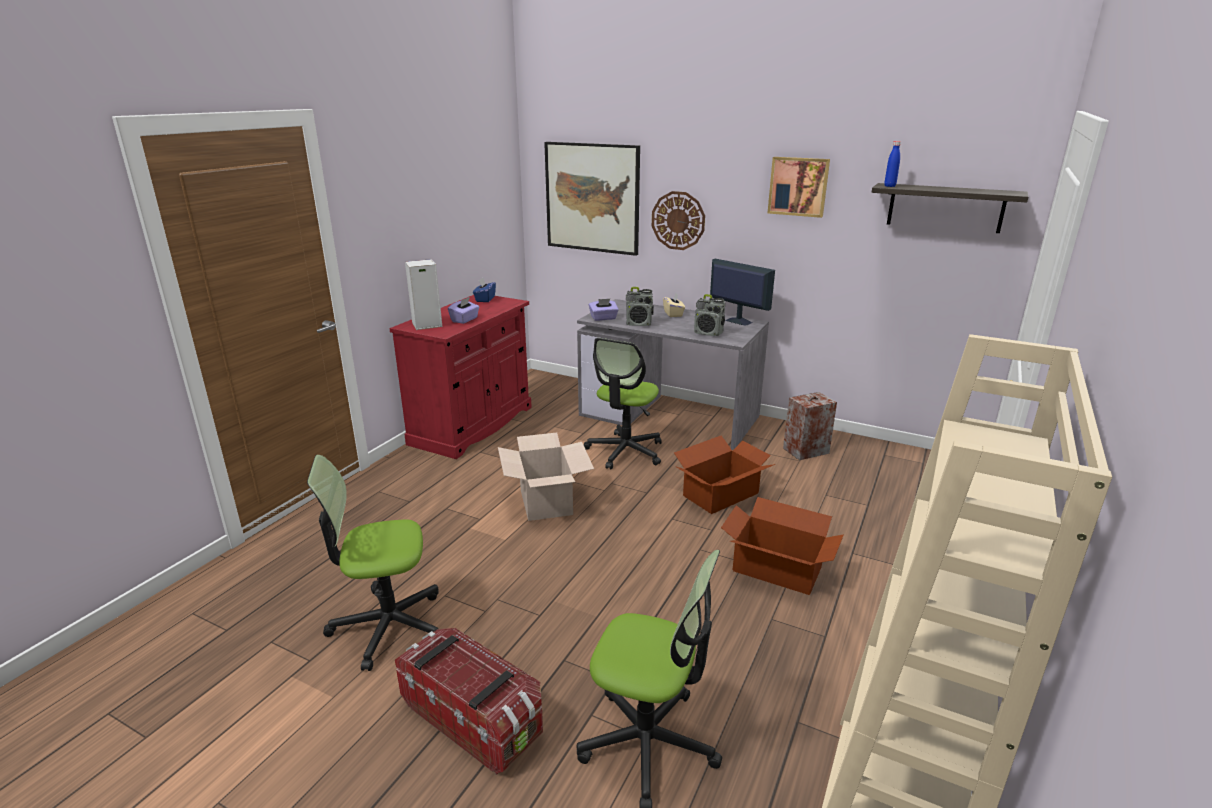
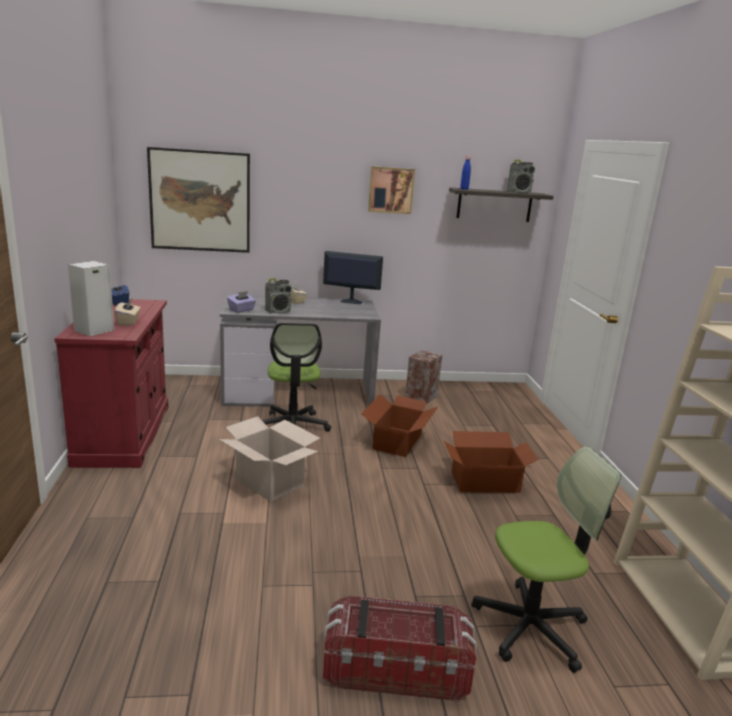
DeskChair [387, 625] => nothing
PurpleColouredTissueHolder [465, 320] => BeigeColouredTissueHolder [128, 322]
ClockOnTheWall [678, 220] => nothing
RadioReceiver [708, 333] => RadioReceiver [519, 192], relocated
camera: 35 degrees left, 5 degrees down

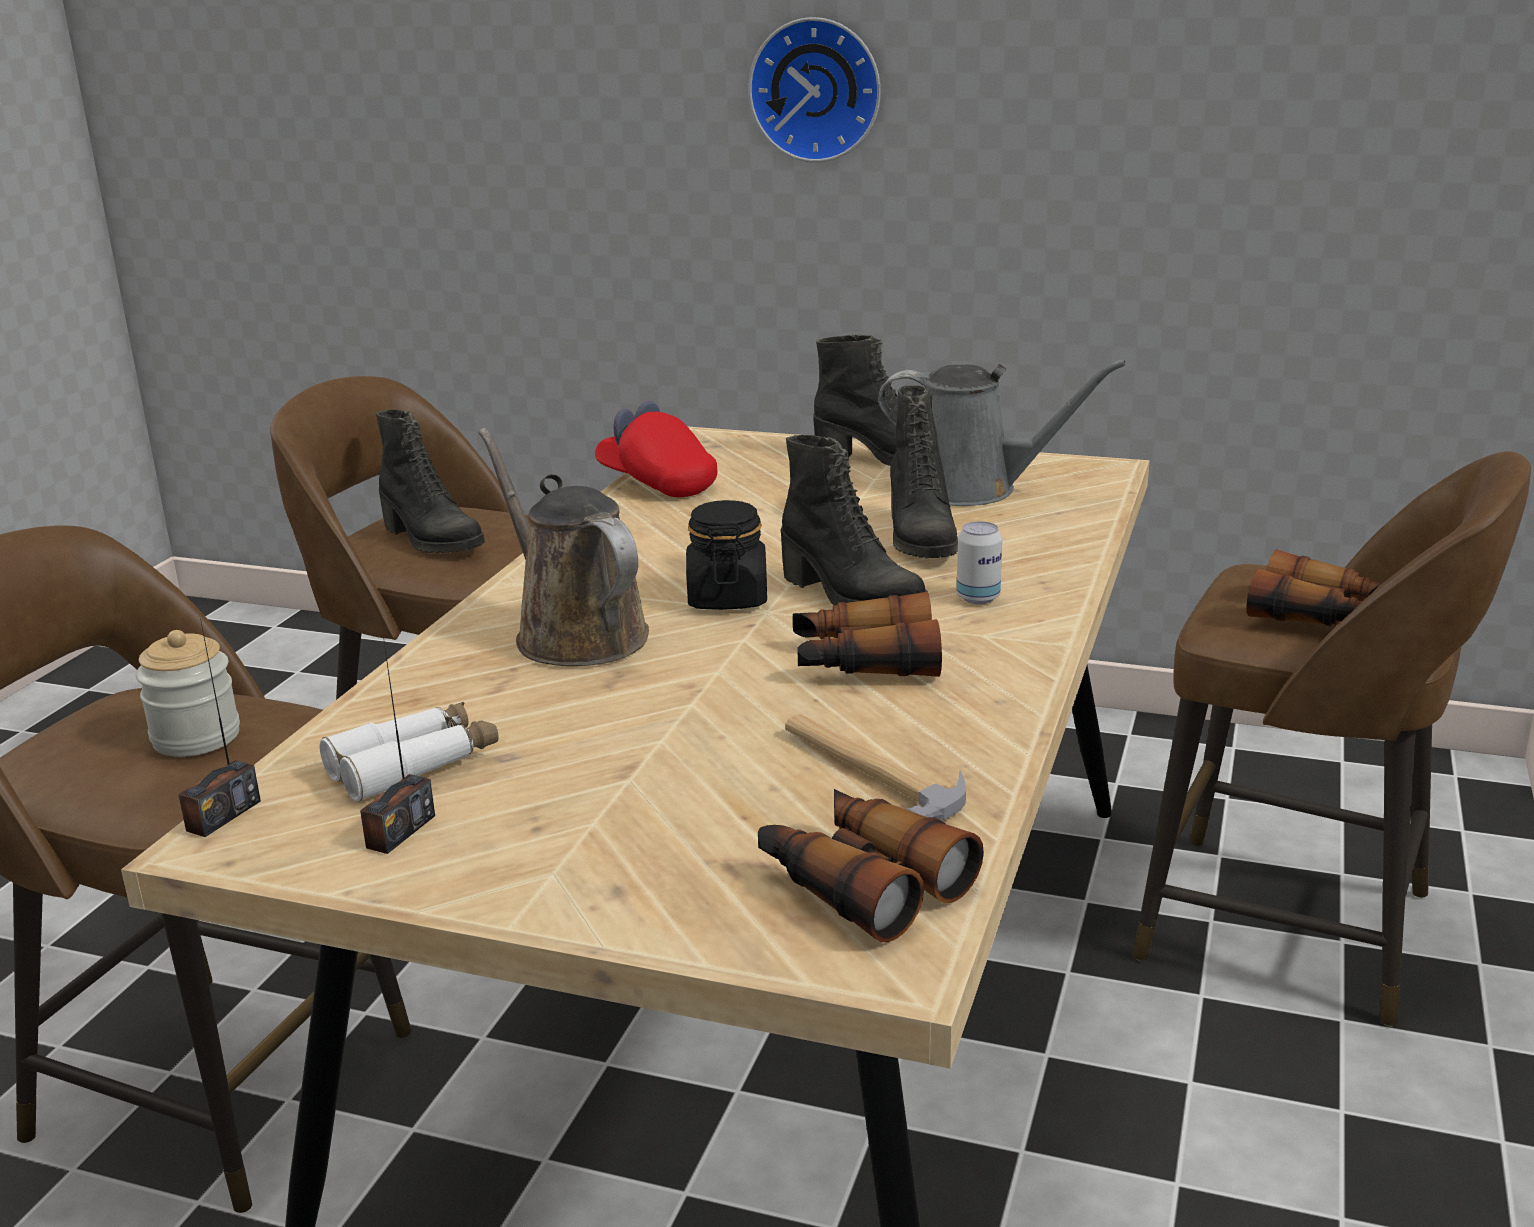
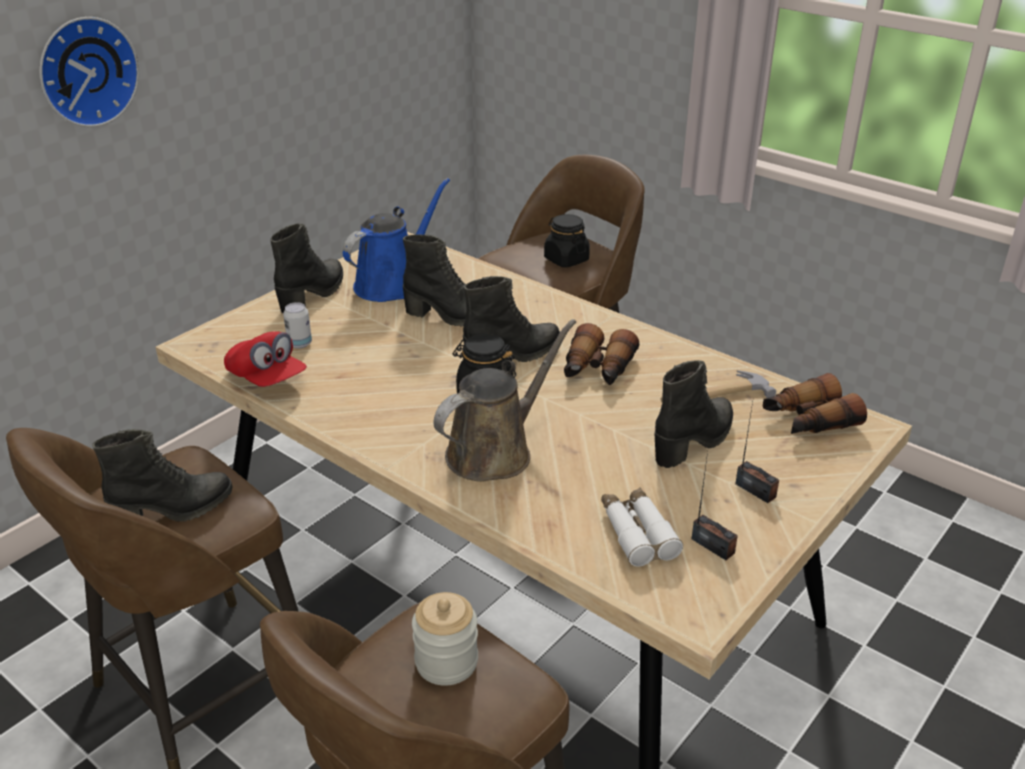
RadioReceiver [223, 815] => RadioReceiver [755, 490], relocated
BrownishWateringCan [574, 633] => BrownishWateringCan [495, 451], 150 degrees clockwise
ReddishBaseballCap [657, 484] => ReddishBaseballCap [267, 378], 105 degrees counterclockwise
GreyishWateringCan [972, 488] => BluishWateringCan [392, 283]
MetalCan [978, 598] => MetalCan [299, 344], relocated
Binoculars [1320, 616] => BlackishPreserveJar [566, 259]
nothing => BlackishHighTopBoot [694, 441]
camera: 70 degrees left, 10 degrees up

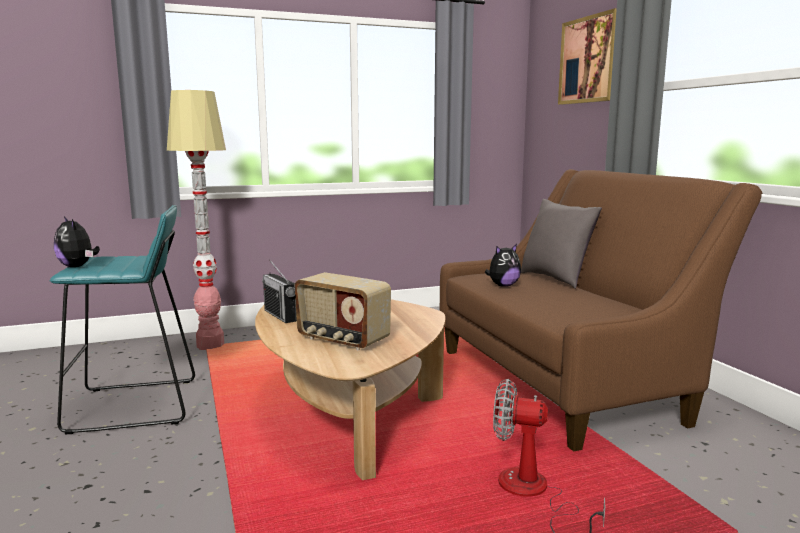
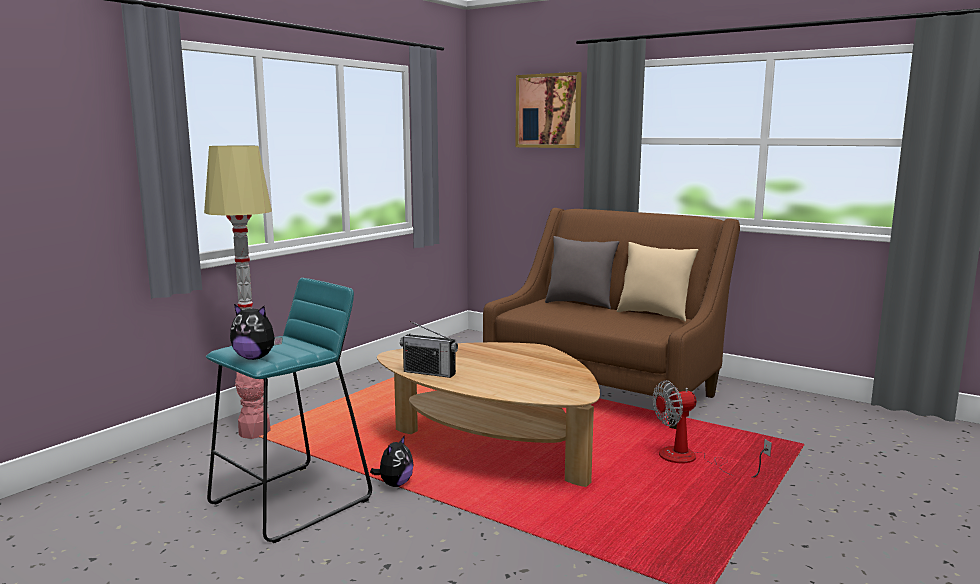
RadioReceiver [342, 340] => nothing
CuddlyToy [503, 285] => CuddlyToy [395, 484], relocated
nothing => BeigeColouredCushion [654, 314]
camera: 35 degrees left, 0 degrees up

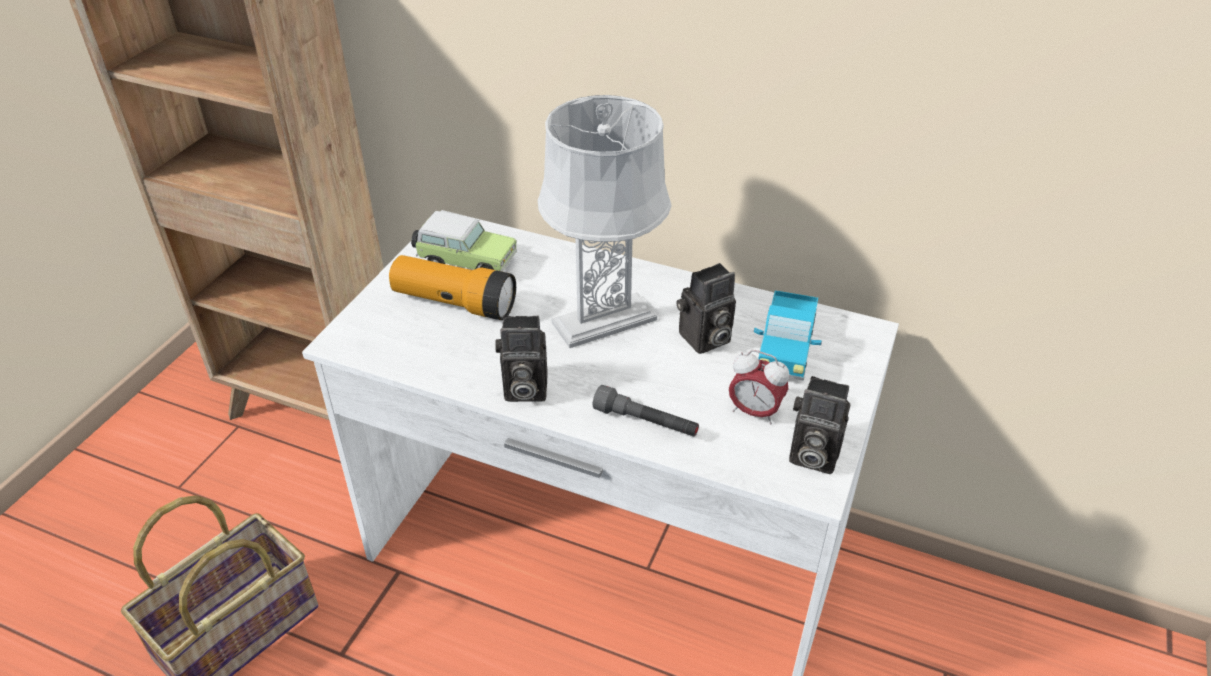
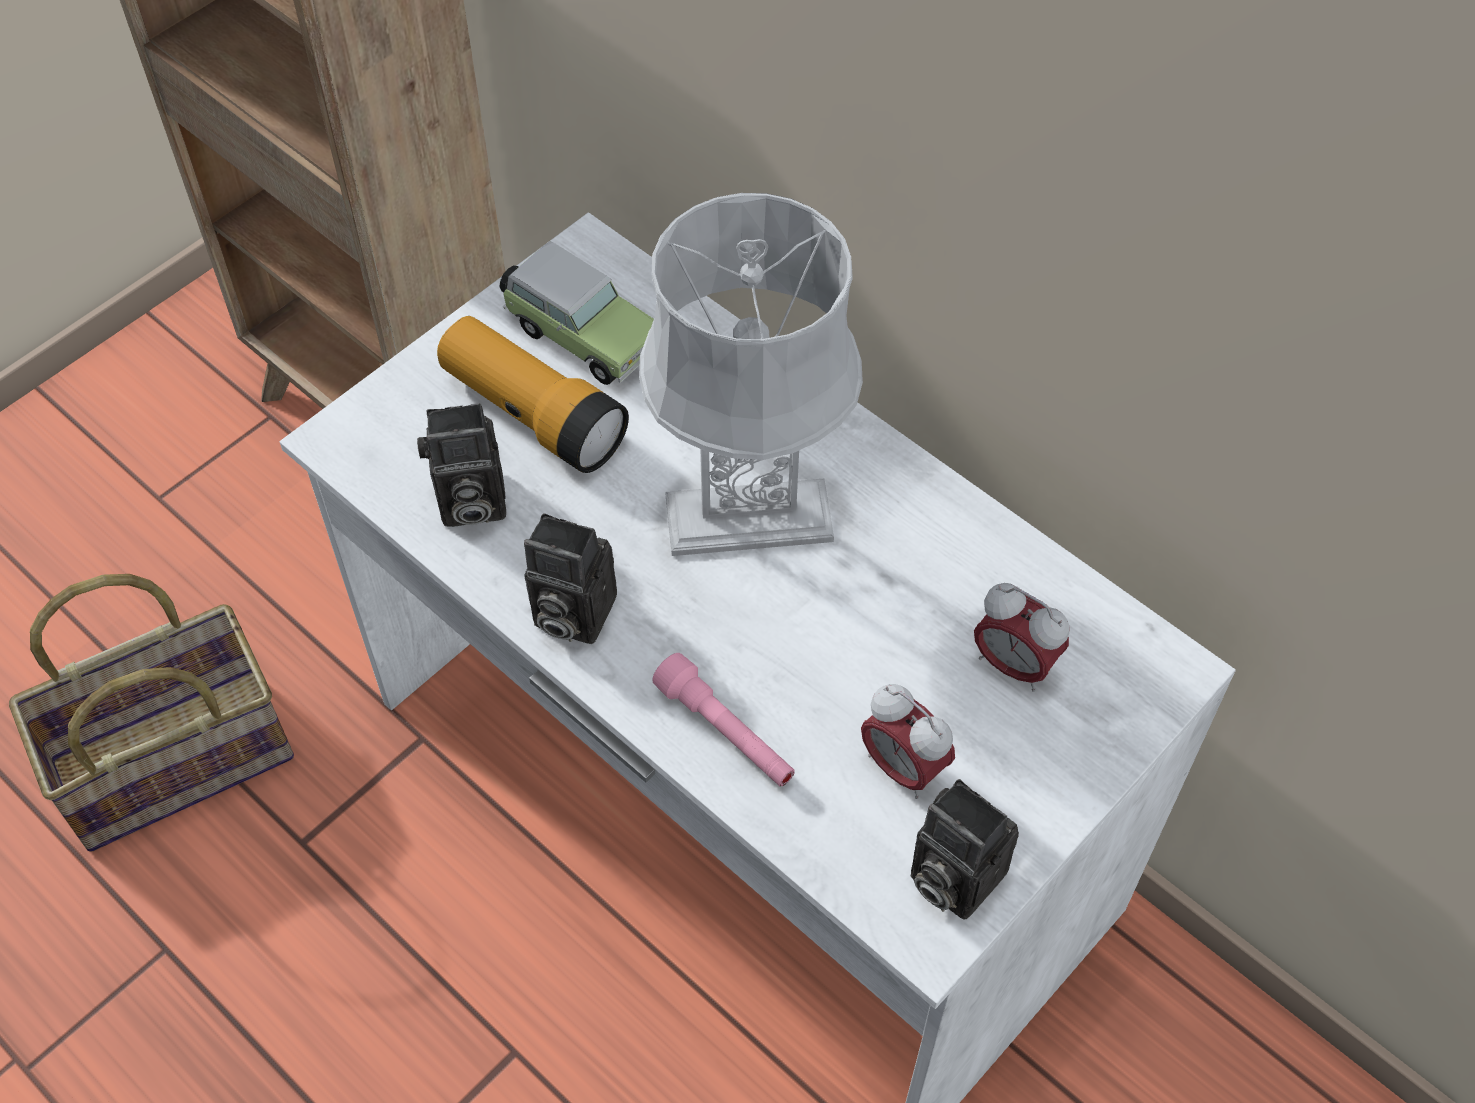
GreyishHandTorch [646, 422] => PinkColouredHandTorch [726, 732]
StillCamera [704, 340] => StillCamera [468, 503], relocated
ToyTruck [785, 350] => AlarmClock [1013, 665]
camera: 20 degrees right, 15 degrees up

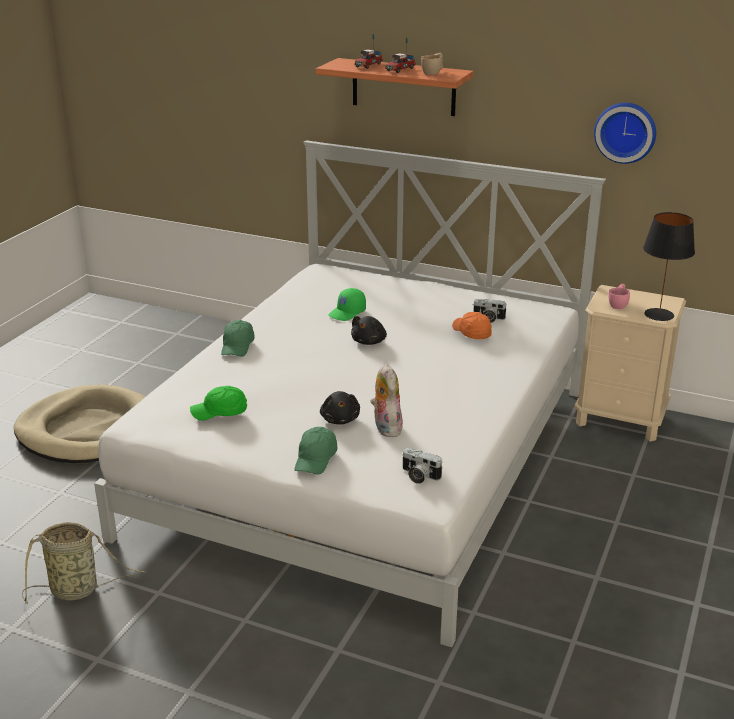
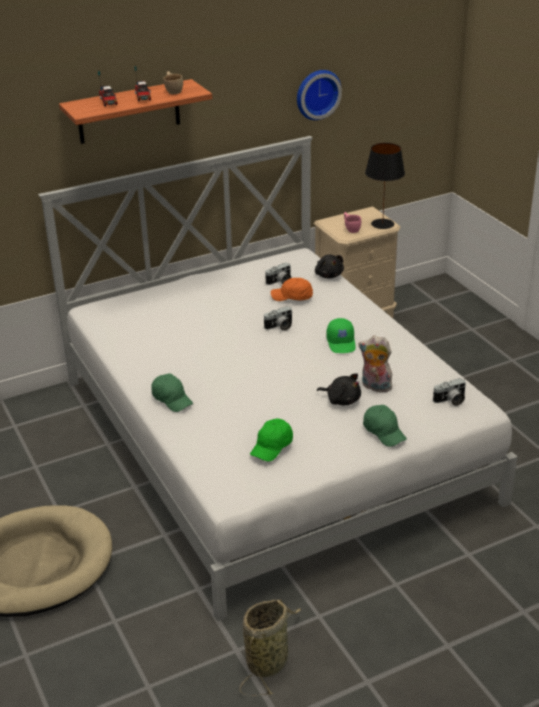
GreenishBaseballCap [347, 313] => GreenishBaseballCap [342, 343], relocated
BlackishCuddlyToy [369, 341] => BlackishCuddlyToy [328, 275], relocated
nothing => StillCamera [280, 327]
camera: 50 degrees left, 5 degrees up

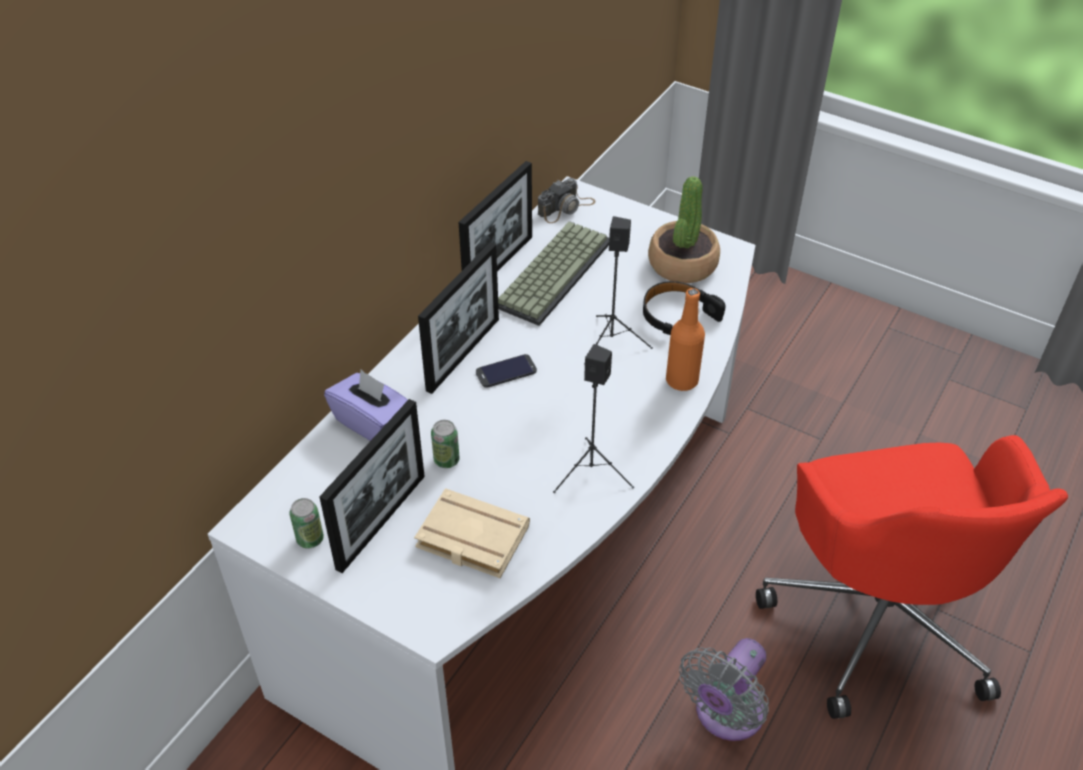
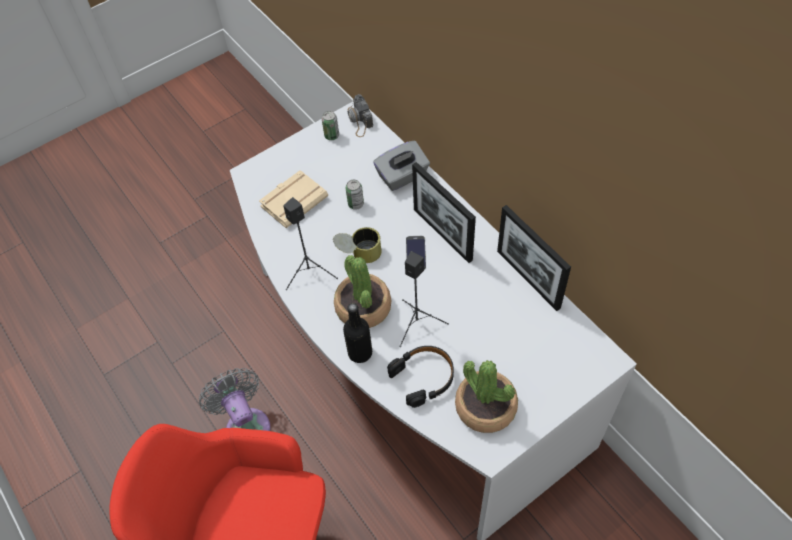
PhotoFrame [381, 521] => nothing
PurpleColouredTissueHolder [373, 423] => GreyishTissueHolder [402, 176]
ComputerKeyboard [553, 272] => nothing
StillCamera [566, 208] => StillCamera [359, 120], relocated
OrangeDrinkBottle [681, 380] => BlackishDrinkBottle [360, 353]
nothing => MetalCan [359, 254]
nothing => Houseplant [363, 307]
camera: 115 degrees right, 10 degrees up

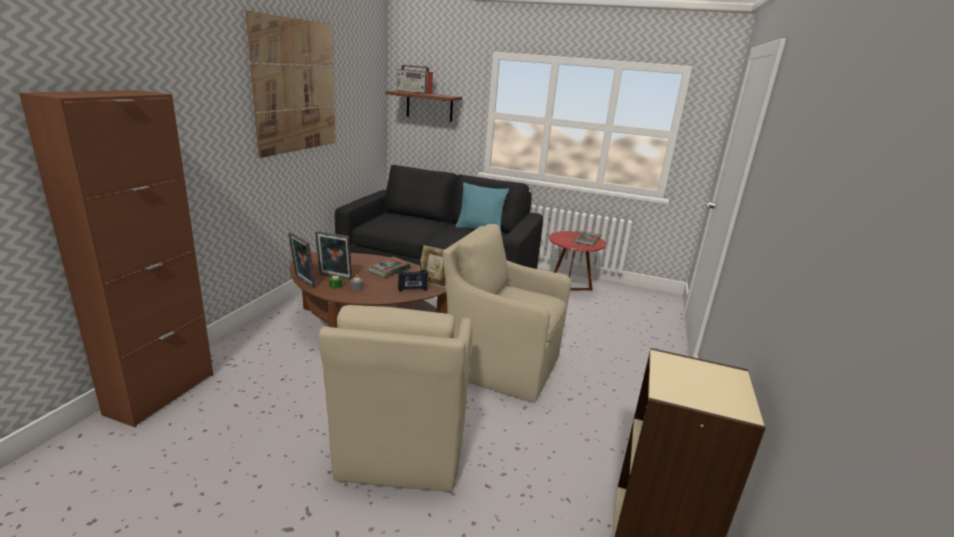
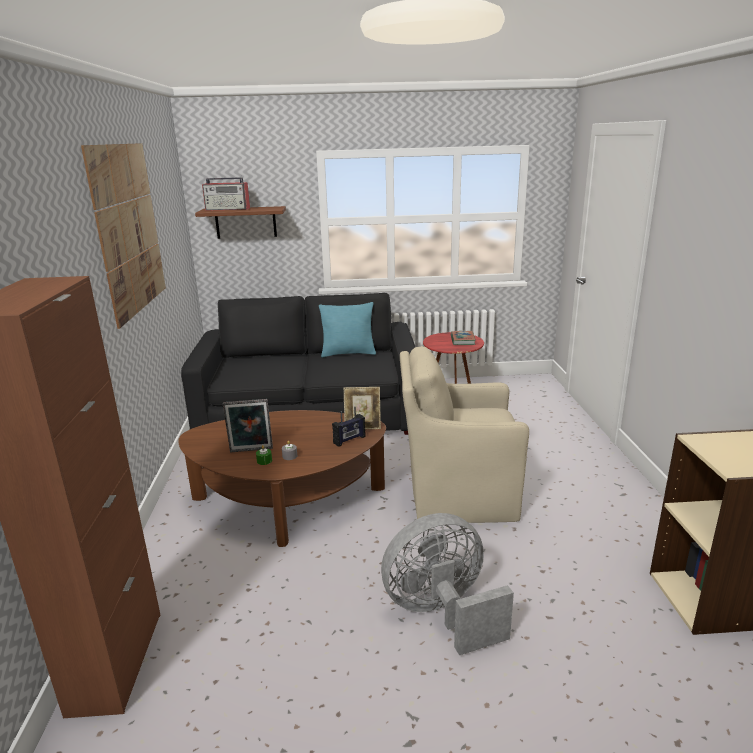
PhotoFrame [303, 282] => nothing
BeigeColouredLoungeChair [402, 448] => GreyishFan [442, 614]
Volume [389, 269] => nothing
camera: 20 degrees left, 0 degrees up

